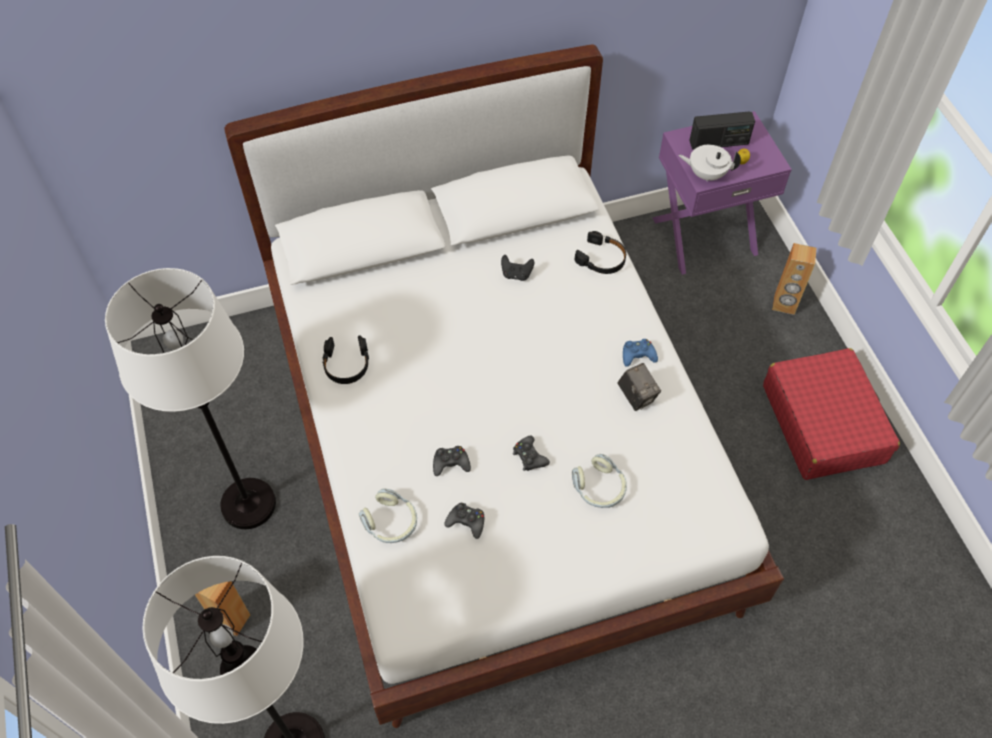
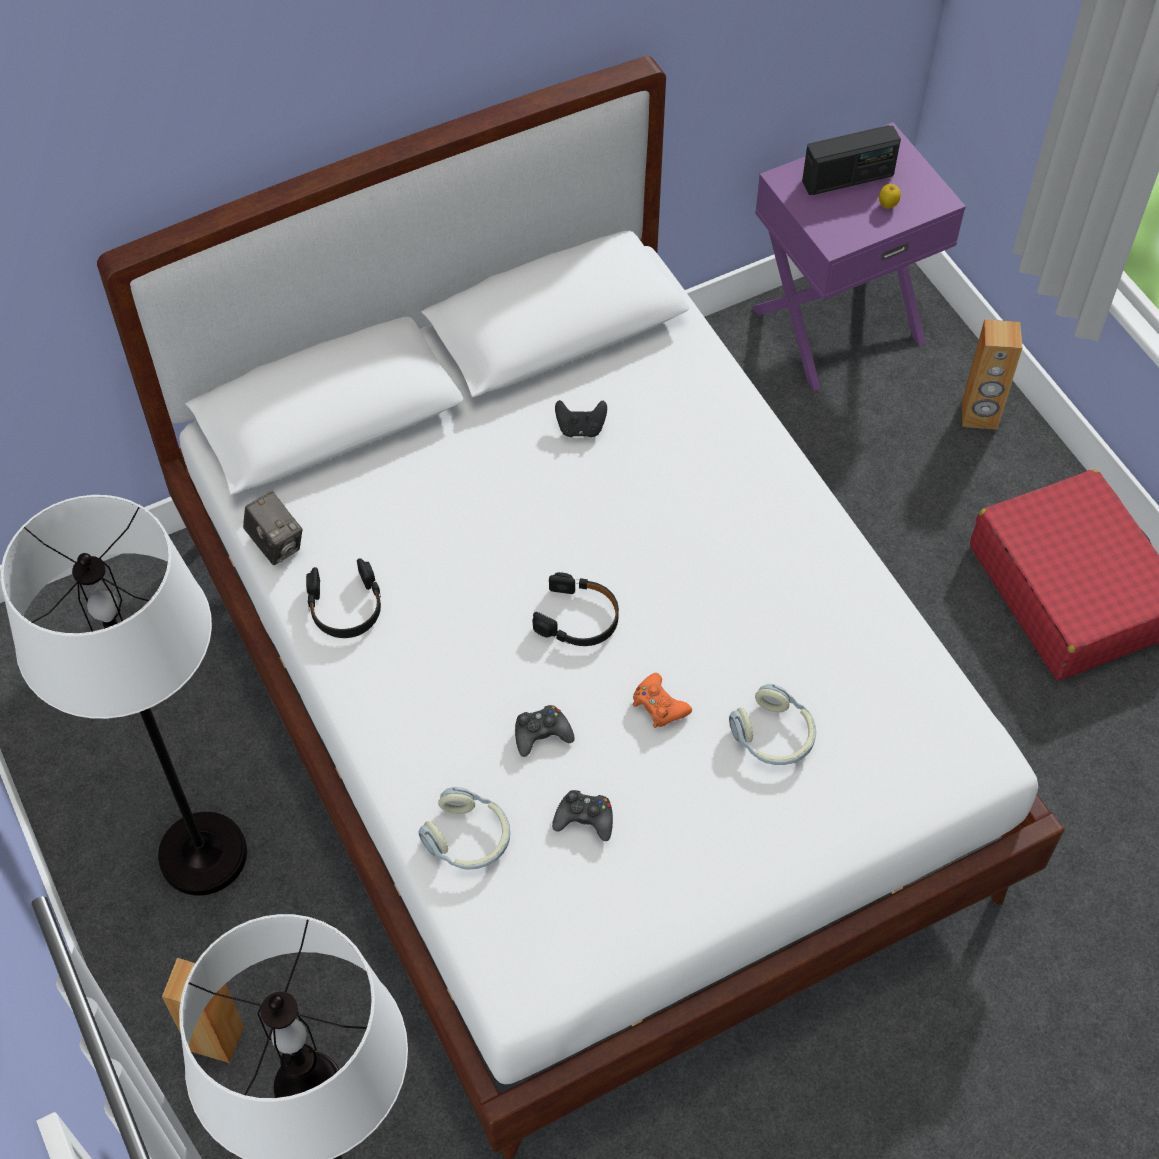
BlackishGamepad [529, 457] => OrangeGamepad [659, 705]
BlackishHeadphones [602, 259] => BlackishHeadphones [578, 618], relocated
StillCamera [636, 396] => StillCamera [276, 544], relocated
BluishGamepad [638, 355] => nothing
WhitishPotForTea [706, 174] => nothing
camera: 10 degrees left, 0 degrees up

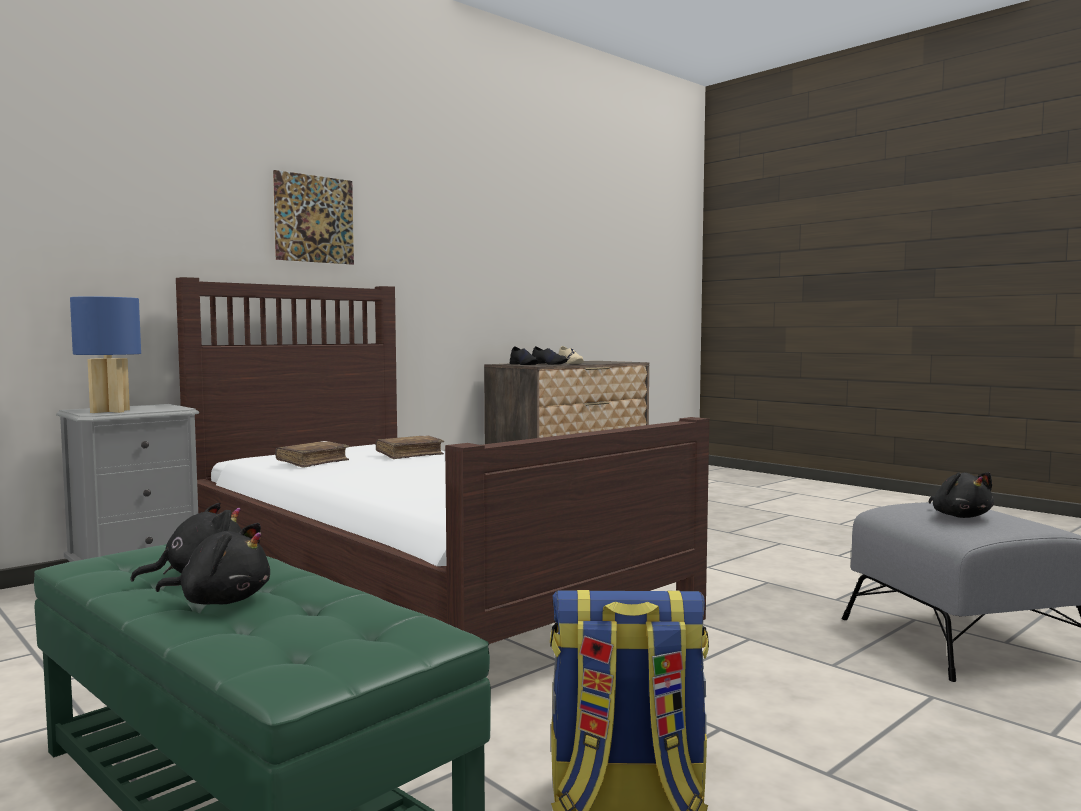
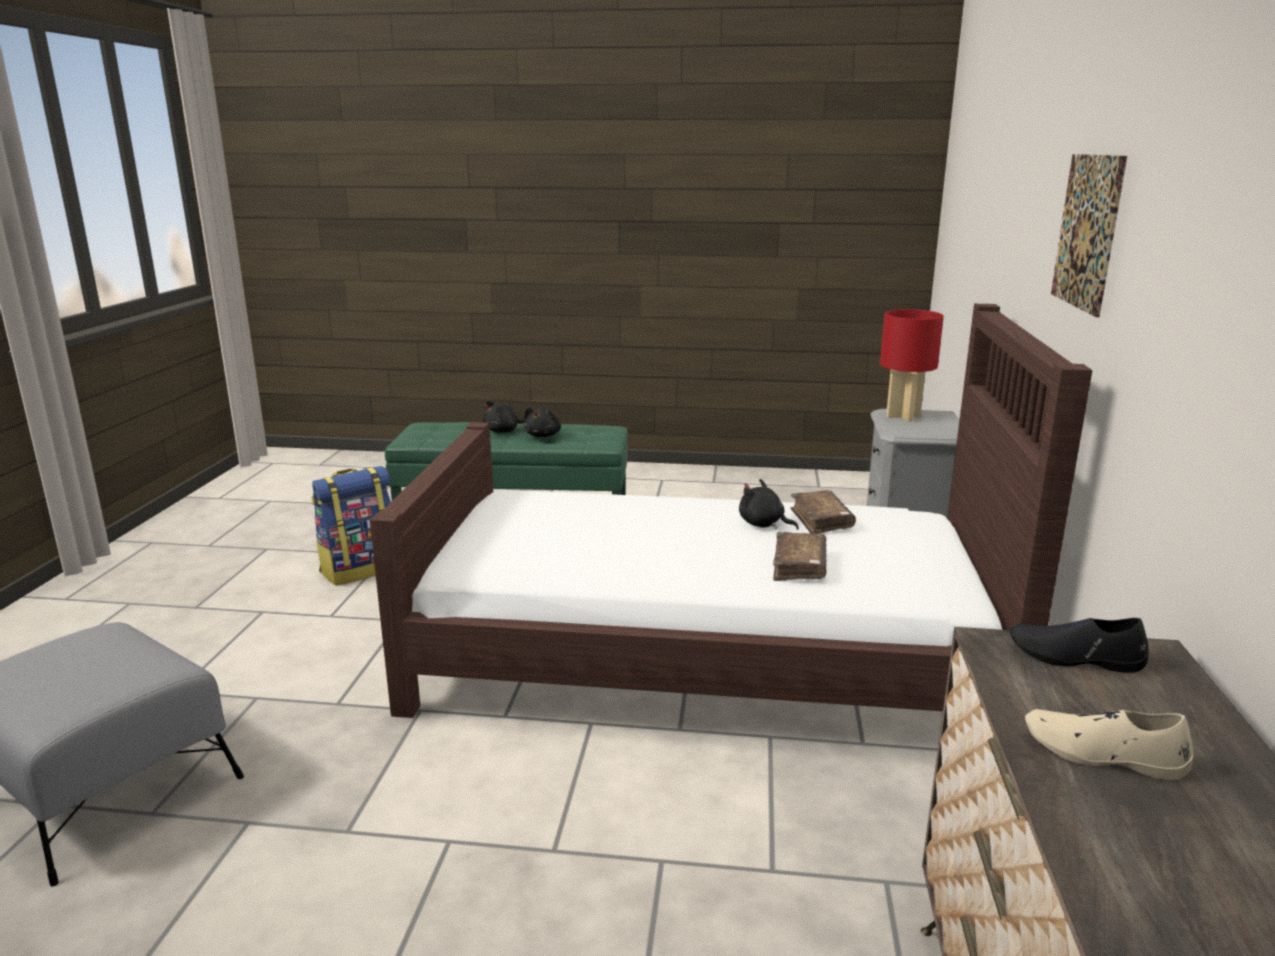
BluishTableLamp [110, 411] => ReddishTableLamp [903, 416]
BlackishShoe [549, 364] => nothing
BlackishCuddlyToy [960, 516] => BlackishCuddlyToy [763, 524], relocated
camera: 140 degrees right, 15 degrees up

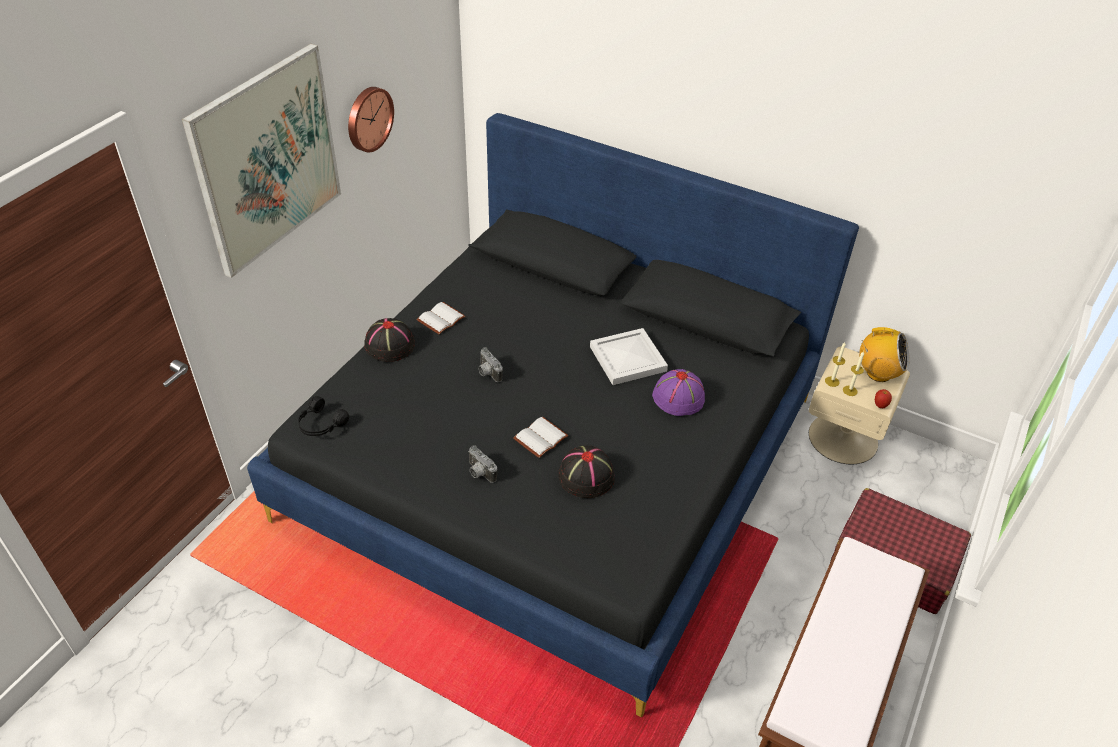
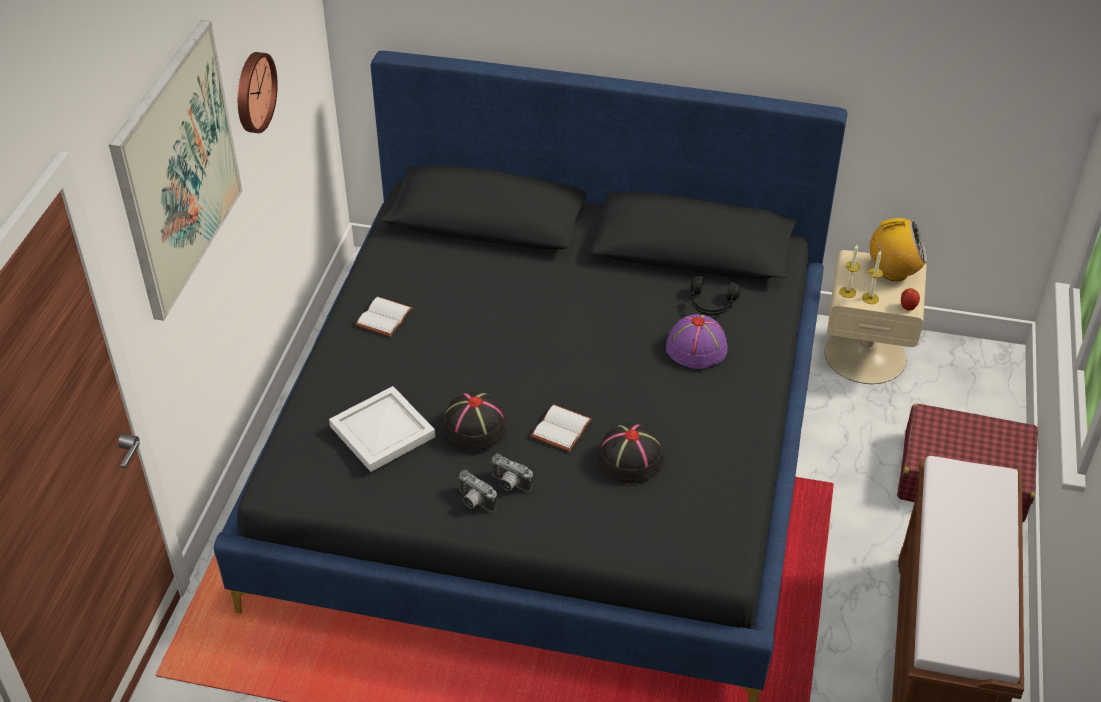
BlackishHeadphones [320, 424] => BlackishHeadphones [711, 304], relocated
BlackishClothingHat [389, 345] => BlackishClothingHat [474, 426], relocated
StillCamera [487, 373] => StillCamera [474, 502], relocated
WhitishTray [627, 359] => WhitishTray [382, 433], relocated
camera: 15 degrees left, 0 degrees up

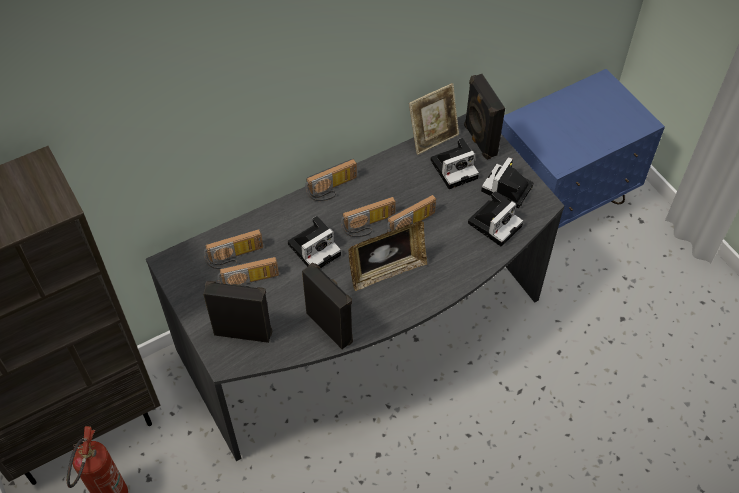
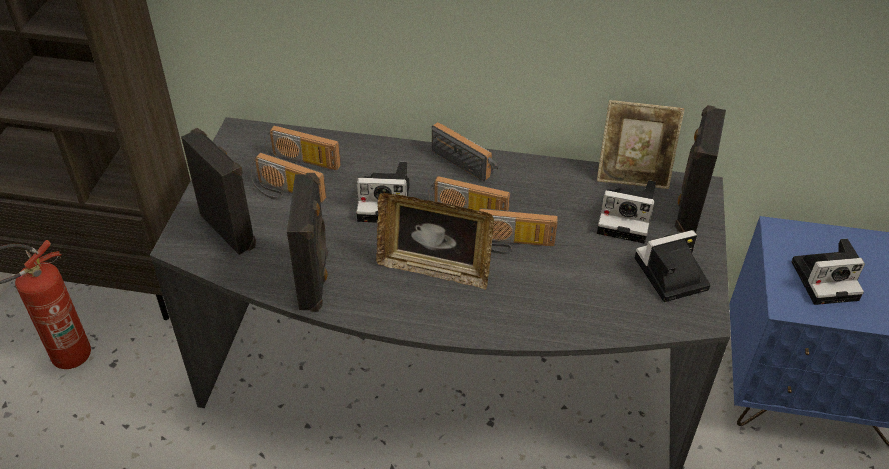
RadioReceiver [332, 189] => RadioReceiver [467, 161], 150 degrees counterclockwise
StillCamera [495, 223] => StillCamera [826, 279], relocated
camera: 40 degrees right, 10 degrees down

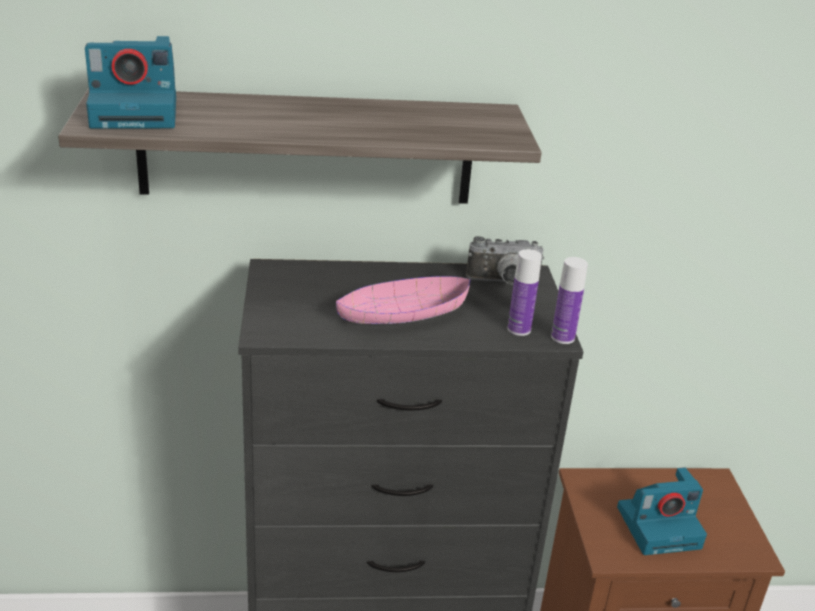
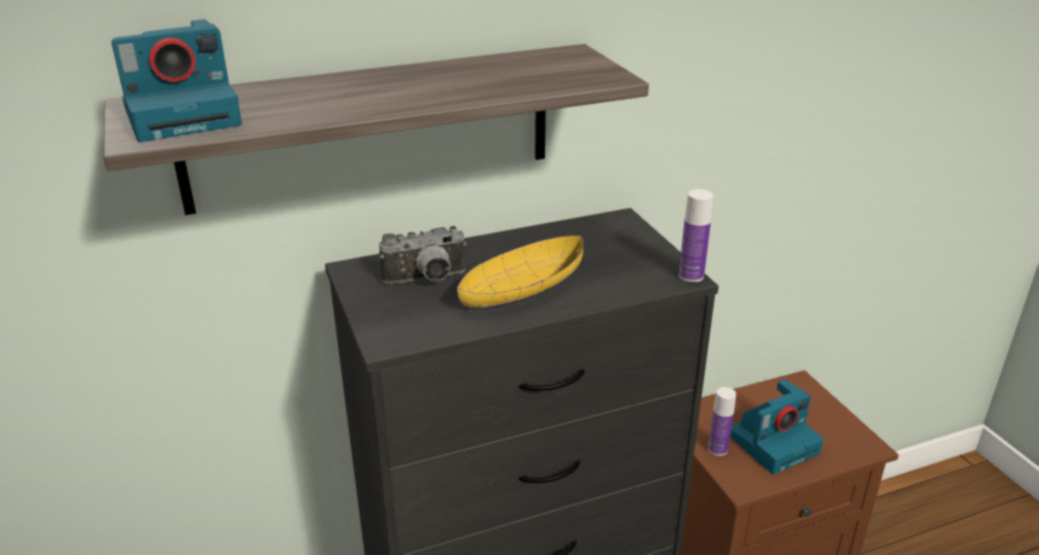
PinkColouredBowl [402, 315] => YellowishBowl [522, 289]
StillCamera [503, 283] => StillCamera [427, 280], relocated
DrinkBottle [519, 329] => DrinkBottle [717, 449], relocated
camera: 15 degrees left, 0 degrees up

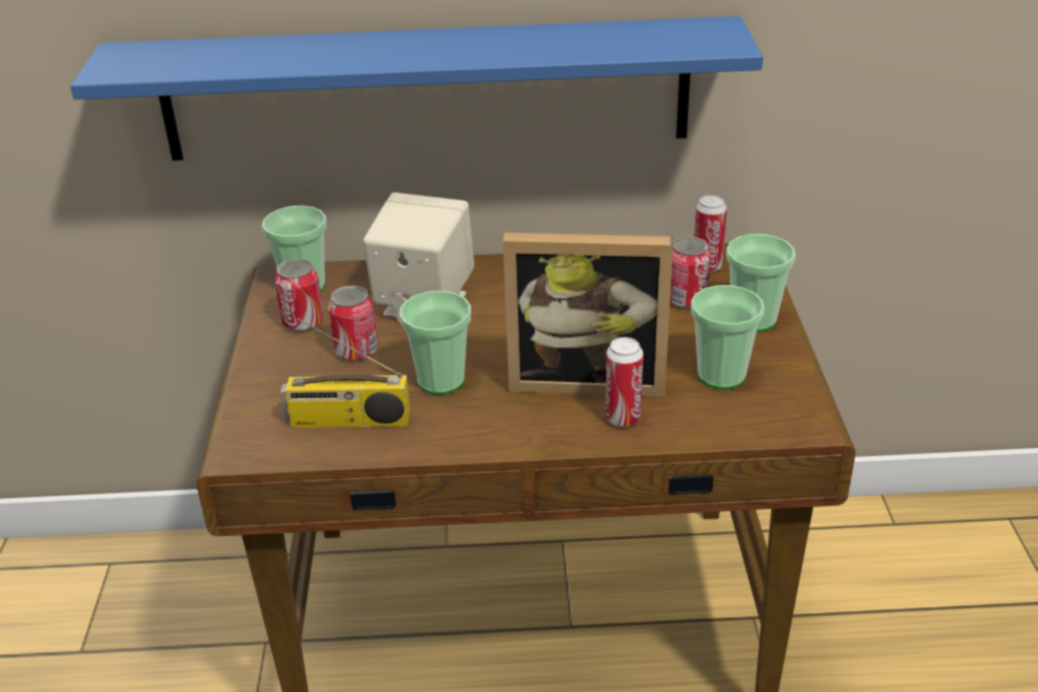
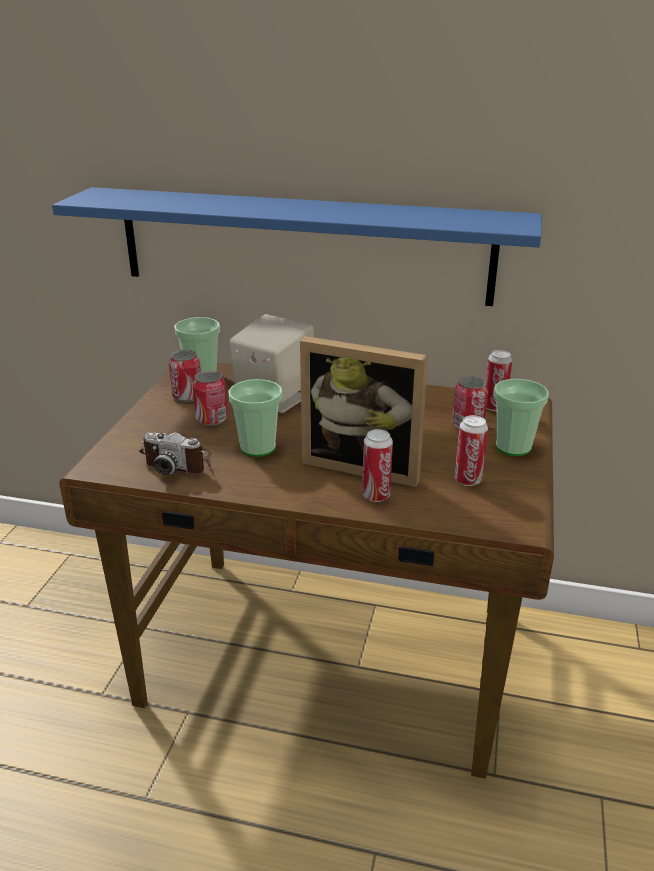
RadioReceiver [348, 421] => StillCamera [179, 461]
DrinkingCup [721, 375] => MetalCan [468, 480]
camera: 15 degrees right, 5 degrees down

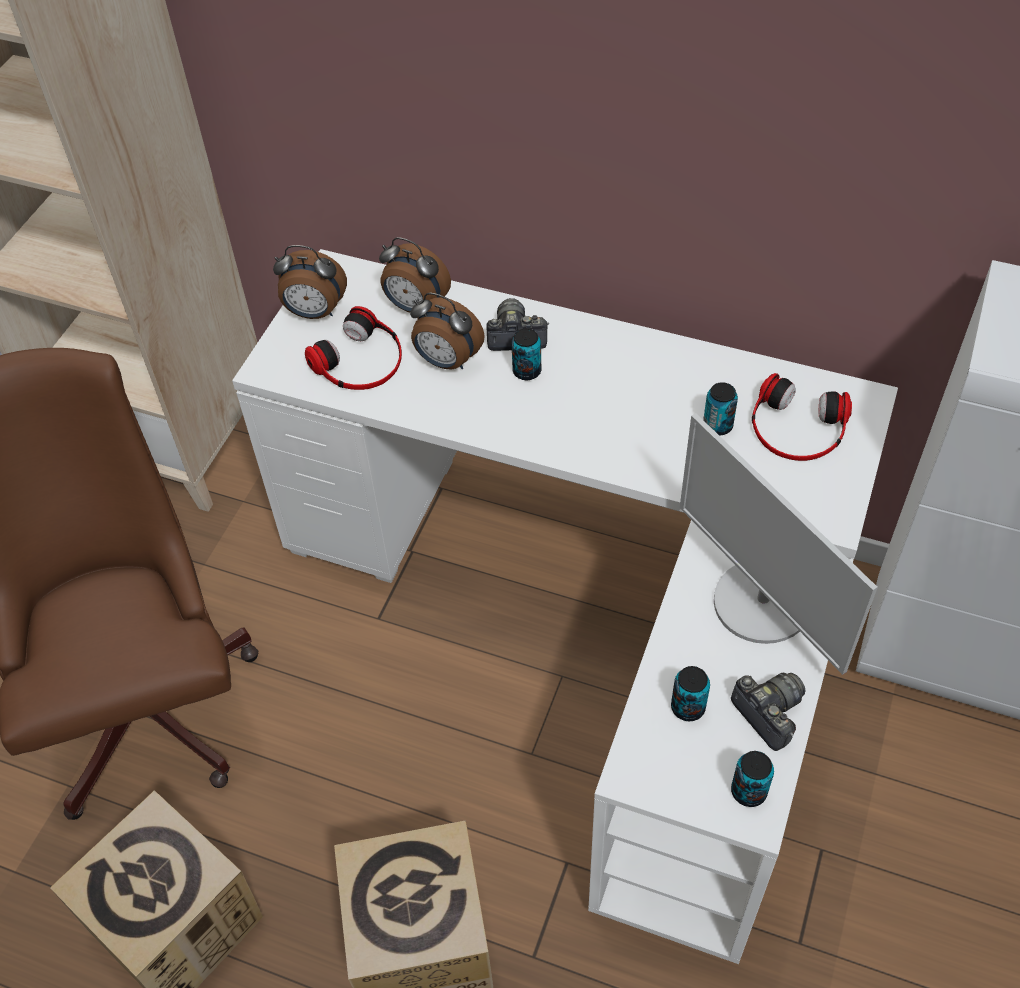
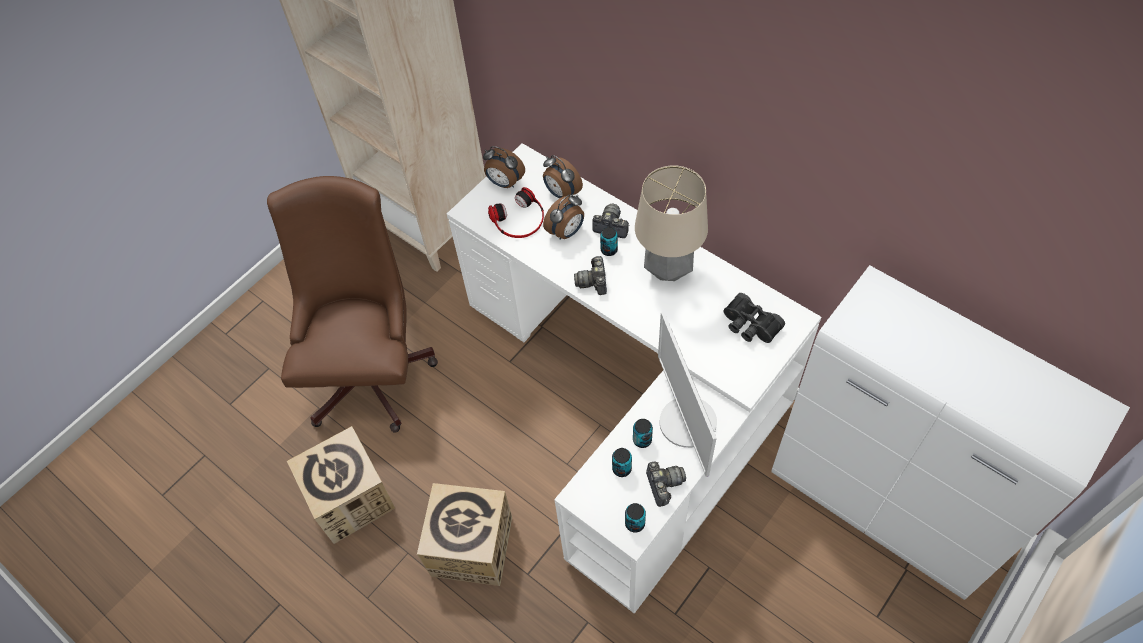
AlarmClock [447, 361] => AlarmClock [566, 232], 90 degrees counterclockwise
MetalCan [717, 426] => MetalCan [642, 440], relocated
Headphones [797, 428] => BlackishBinoculars [749, 326]
nothing => StillCamera [593, 281]
nothing => TableLamp [668, 270]
camera: 20 degrees right, 5 degrees up

